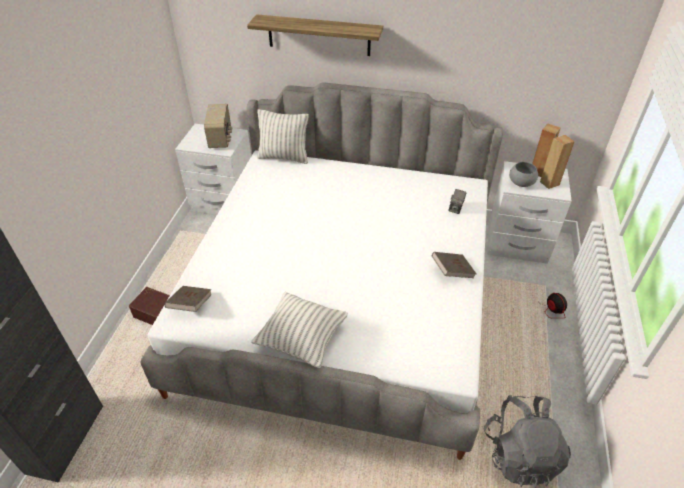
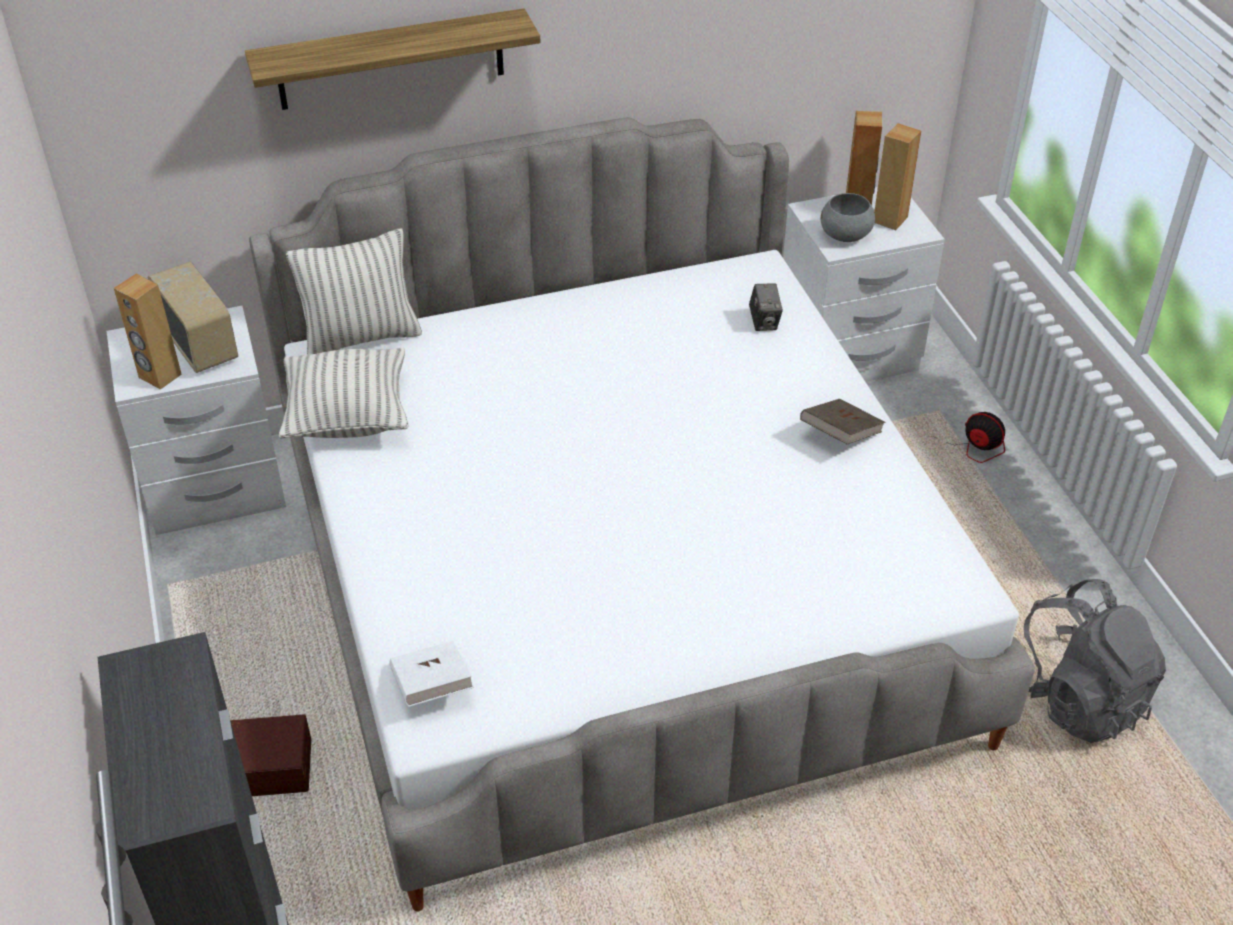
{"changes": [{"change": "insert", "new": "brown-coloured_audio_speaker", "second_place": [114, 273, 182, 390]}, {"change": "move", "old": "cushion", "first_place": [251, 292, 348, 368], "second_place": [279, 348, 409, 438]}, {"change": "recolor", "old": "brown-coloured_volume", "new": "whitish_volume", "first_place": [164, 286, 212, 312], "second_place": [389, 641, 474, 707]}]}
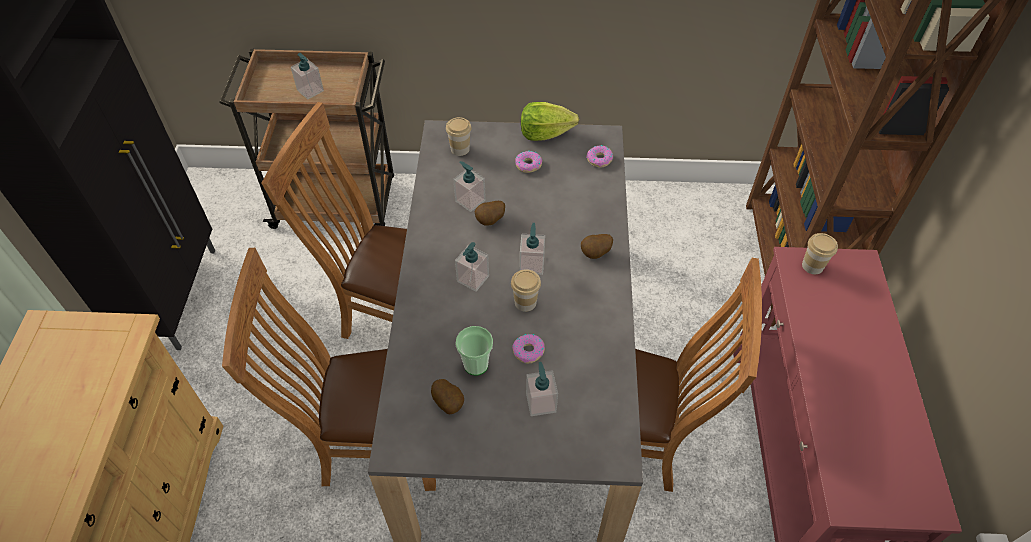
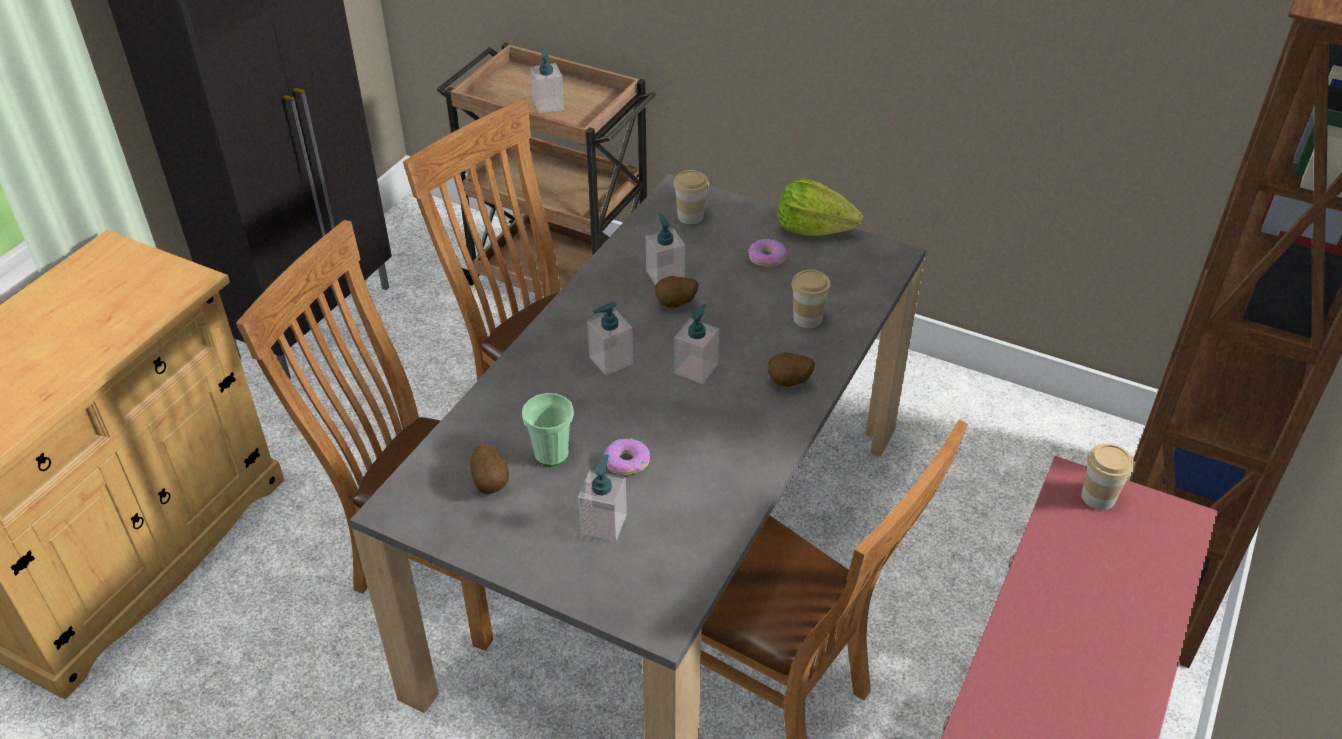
{"changes": [{"change": "move", "old": "cup", "first_place": [511, 269, 541, 312], "second_place": [791, 269, 831, 328]}, {"change": "delete", "old": "doughnut", "first_place": [586, 145, 613, 167]}]}
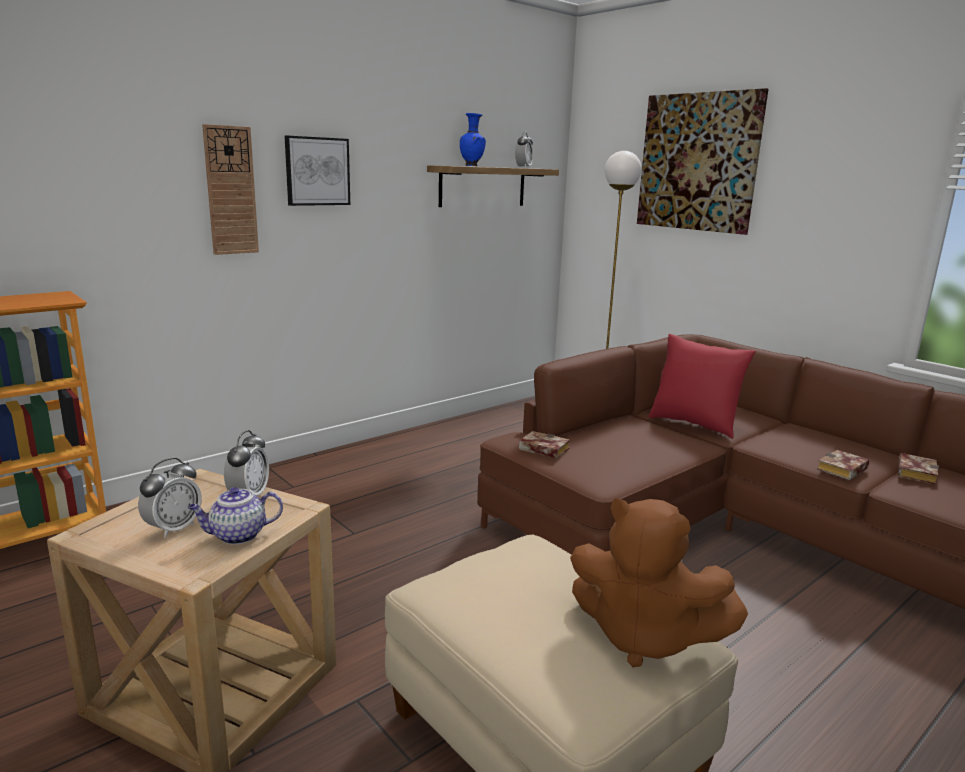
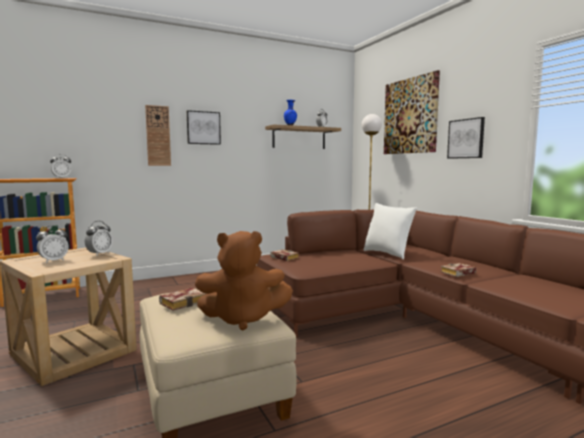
{"changes": [{"change": "insert", "new": "alarm_clock", "second_place": [50, 154, 72, 179]}, {"change": "move", "old": "volume", "first_place": [898, 453, 939, 485], "second_place": [159, 288, 206, 311]}, {"change": "rotate", "old": "brown-coloured_soft_toy", "first_place": [570, 498, 748, 667], "second_place": [195, 231, 293, 330], "degrees": -45}, {"change": "recolor", "old": "red-coloured_cushion", "new": "whitish_cushion", "first_place": [649, 334, 756, 439], "second_place": [363, 203, 417, 260]}, {"change": "insert", "new": "wall_picture", "second_place": [447, 117, 485, 159]}, {"change": "delete", "old": "pot_for_tea", "first_place": [188, 487, 283, 545]}]}
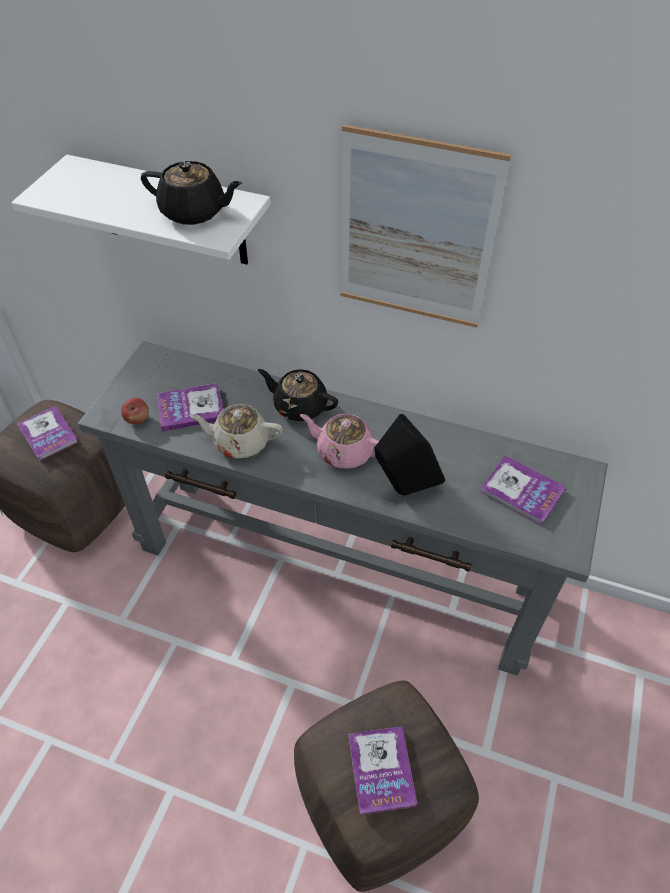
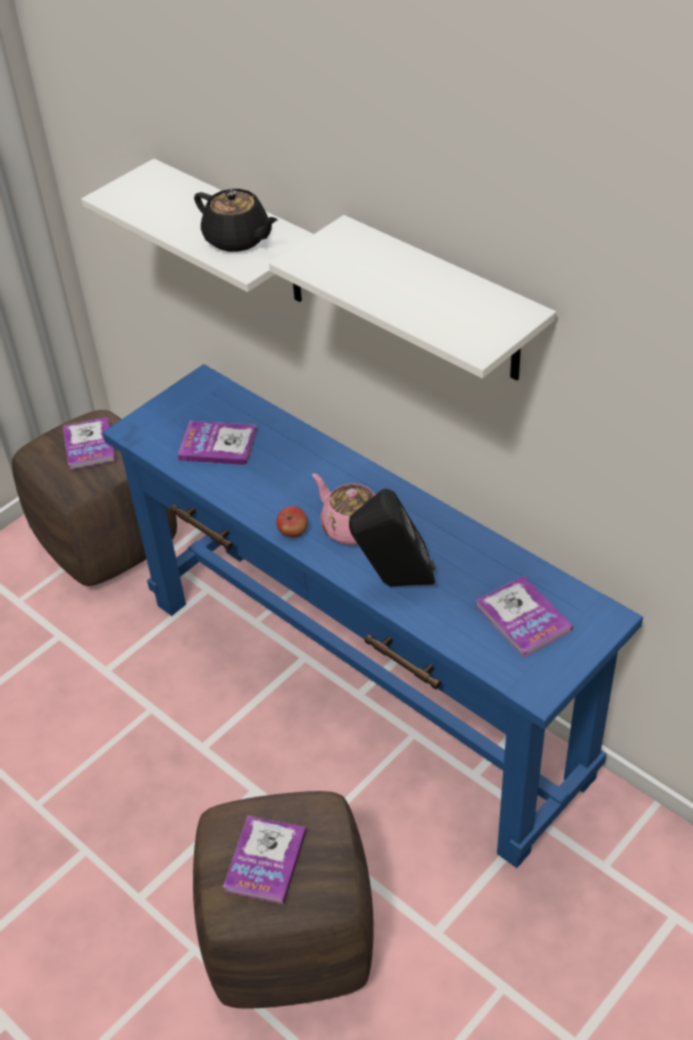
{"changes": [{"change": "recolor", "old": "gray_hall_table", "new": "blue_hall_table", "first_place": [78, 341, 608, 676], "second_place": [103, 364, 643, 868]}, {"change": "replace", "old": "wall_picture", "new": "whitish_bracket_shelf", "first_place": [341, 124, 511, 328], "second_place": [269, 215, 556, 381]}, {"change": "move", "old": "whole_apple", "first_place": [121, 398, 149, 425], "second_place": [276, 506, 308, 538]}, {"change": "delete", "old": "sand-coloured_pot_for_tea", "first_place": [189, 404, 283, 458]}, {"change": "delete", "old": "black_pot_for_tea", "first_place": [258, 369, 338, 421]}]}
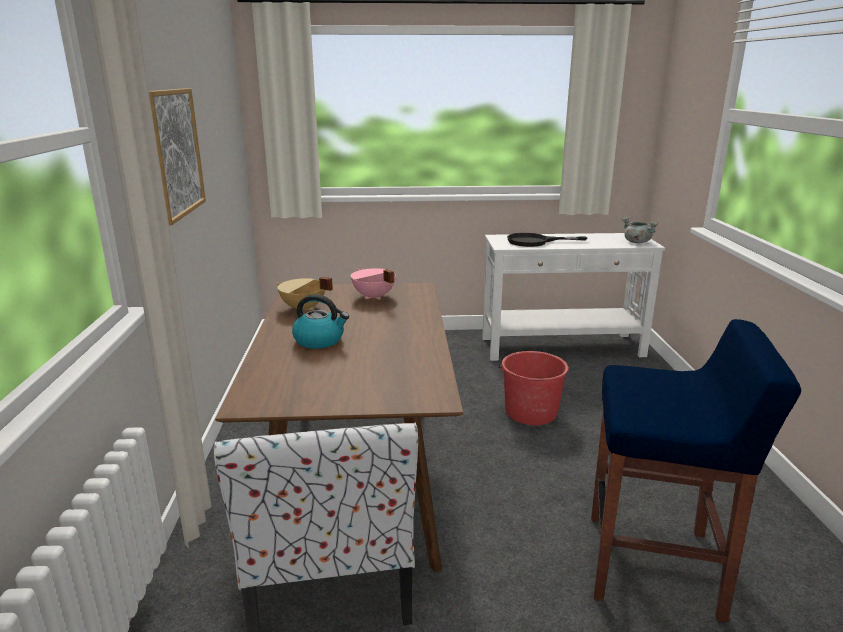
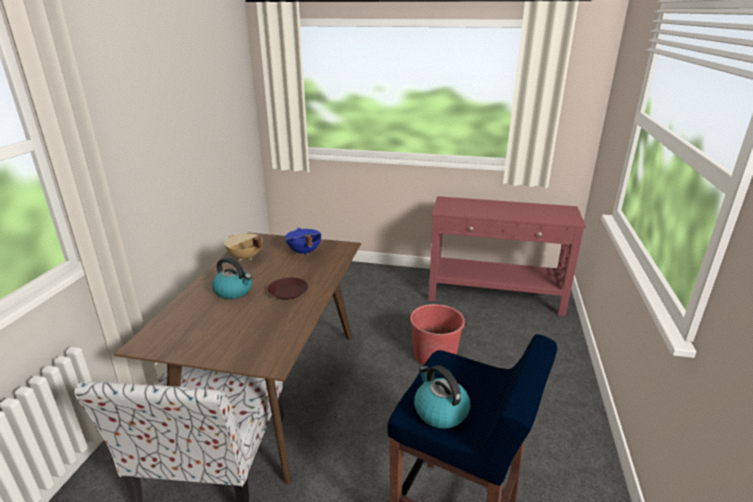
{"changes": [{"change": "insert", "new": "brown-coloured_plate", "second_place": [268, 278, 308, 300]}, {"change": "recolor", "old": "pink-coloured_saucepot", "new": "blue_saucepot", "first_place": [351, 268, 396, 300], "second_place": [285, 228, 321, 256]}, {"change": "insert", "new": "kettle", "second_place": [414, 365, 471, 429]}, {"change": "recolor", "old": "whitish_hall_table", "new": "red-coloured_hall_table", "first_place": [482, 233, 665, 361], "second_place": [428, 196, 586, 316]}, {"change": "delete", "old": "wall_picture", "first_place": [149, 88, 206, 226]}, {"change": "delete", "old": "black_pan", "first_place": [507, 233, 587, 247]}, {"change": "delete", "old": "gray_saucepot", "first_place": [622, 217, 658, 243]}]}
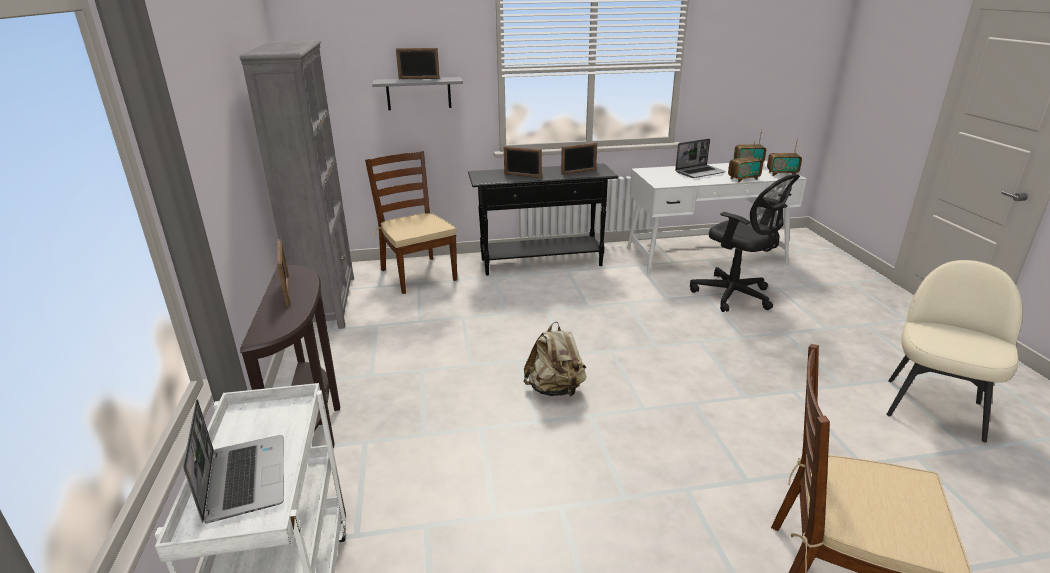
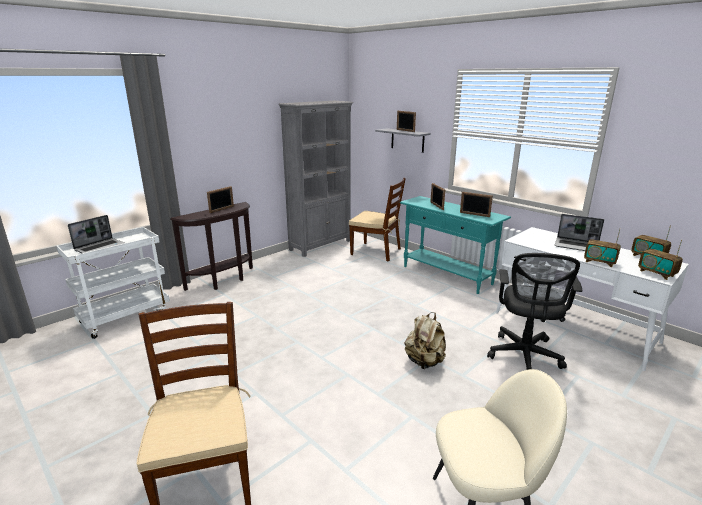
{"changes": [{"change": "rotate", "old": "brown-coloured_chair", "first_place": [365, 151, 457, 294], "second_place": [349, 177, 406, 261], "degrees": 90}, {"change": "recolor", "old": "black_hall_table", "new": "blue-green_hall_table", "first_place": [468, 163, 618, 276], "second_place": [400, 196, 511, 294]}, {"change": "move", "old": "sand-coloured_rucksack", "first_place": [524, 322, 587, 396], "second_place": [405, 312, 446, 369]}]}
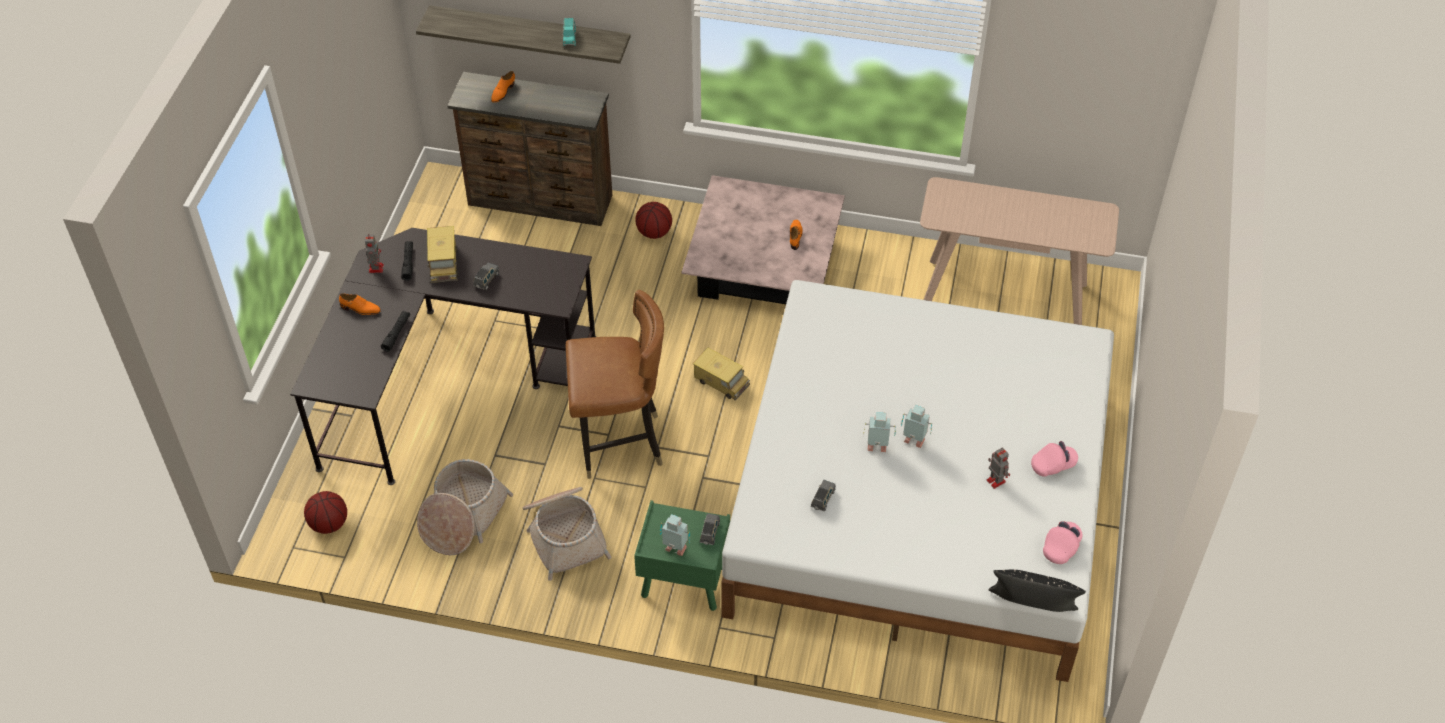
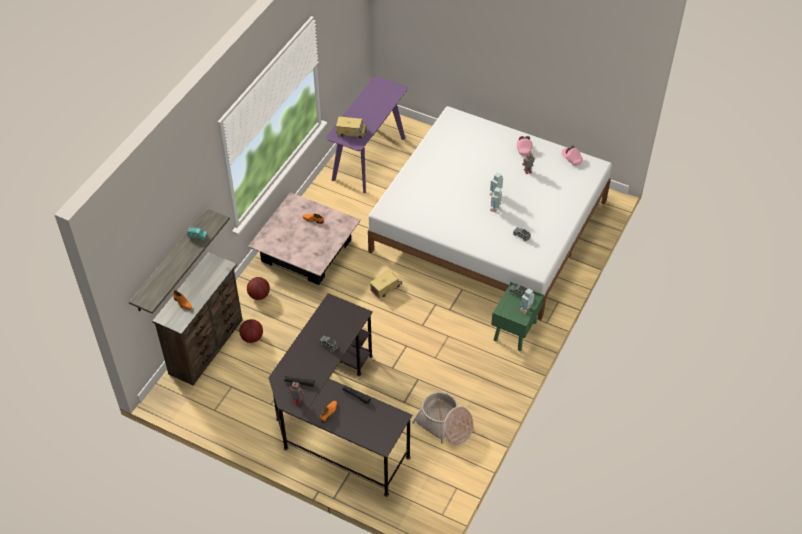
{"changes": [{"change": "move", "old": "basketball_ball", "first_place": [304, 491, 347, 534], "second_place": [239, 319, 263, 343]}, {"change": "recolor", "old": "sand-coloured_hall_table", "new": "purple_hall_table", "first_place": [920, 177, 1119, 325], "second_place": [326, 76, 408, 193]}, {"change": "move", "old": "toy_lorry", "first_place": [427, 226, 458, 283], "second_place": [336, 116, 367, 138]}, {"change": "delete", "old": "basket", "first_place": [522, 487, 612, 581]}, {"change": "delete", "old": "brown-coloured_chair", "first_place": [566, 290, 664, 479]}, {"change": "delete", "old": "black_cushion", "first_place": [988, 569, 1086, 612]}]}
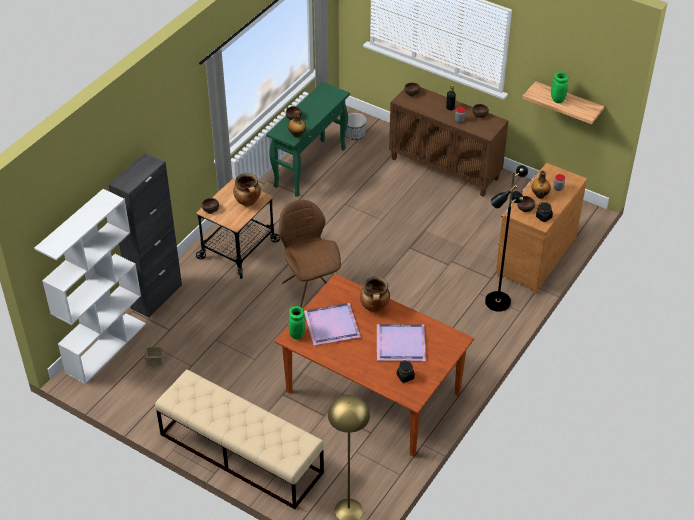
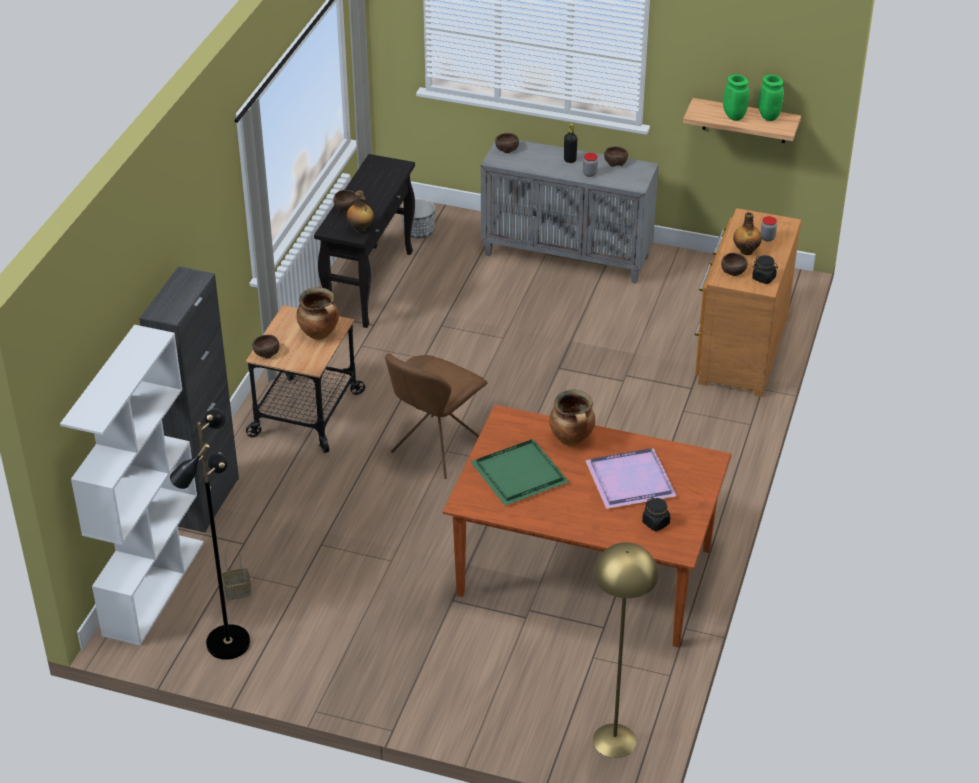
{"changes": [{"change": "move", "old": "black_standard_lamp", "first_place": [485, 165, 528, 312], "second_place": [170, 409, 250, 660]}, {"change": "recolor", "old": "green-coloured_hall_table", "new": "black_hall_table", "first_place": [266, 82, 350, 197], "second_place": [314, 154, 415, 328]}, {"change": "rotate", "old": "brown-coloured_chair", "first_place": [279, 200, 341, 308], "second_place": [385, 353, 487, 479], "degrees": -105}, {"change": "recolor", "old": "purple_carrying_tray", "new": "green-coloured_carrying_tray", "first_place": [304, 303, 361, 345], "second_place": [471, 439, 569, 506]}, {"change": "recolor", "old": "brown-coloured_cabinet", "new": "gray_cabinet", "first_place": [389, 87, 508, 197], "second_place": [481, 140, 659, 284]}, {"change": "move", "old": "green-coloured_flower_vase", "first_place": [289, 306, 305, 339], "second_place": [758, 75, 784, 121]}, {"change": "delete", "old": "sand-coloured_long_seat", "first_place": [155, 370, 324, 509]}]}
